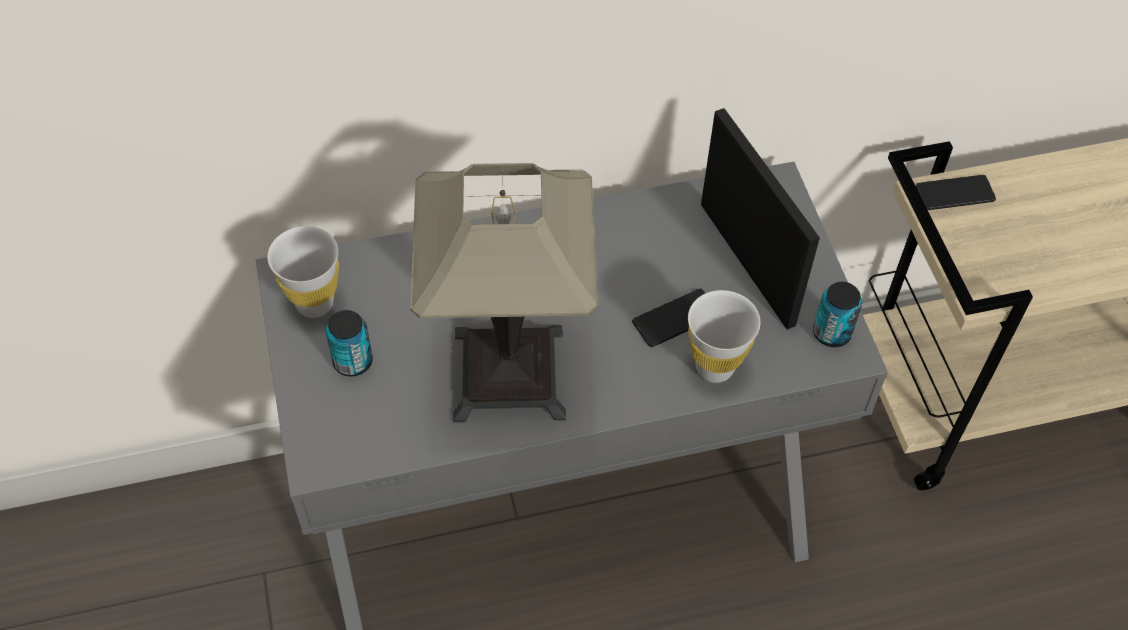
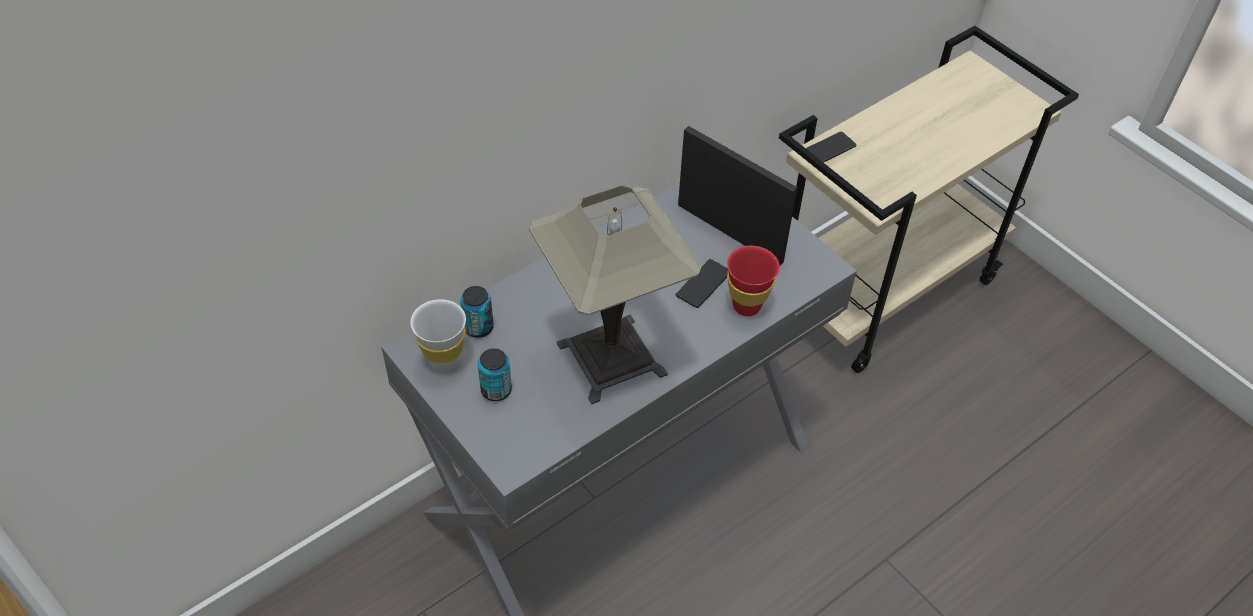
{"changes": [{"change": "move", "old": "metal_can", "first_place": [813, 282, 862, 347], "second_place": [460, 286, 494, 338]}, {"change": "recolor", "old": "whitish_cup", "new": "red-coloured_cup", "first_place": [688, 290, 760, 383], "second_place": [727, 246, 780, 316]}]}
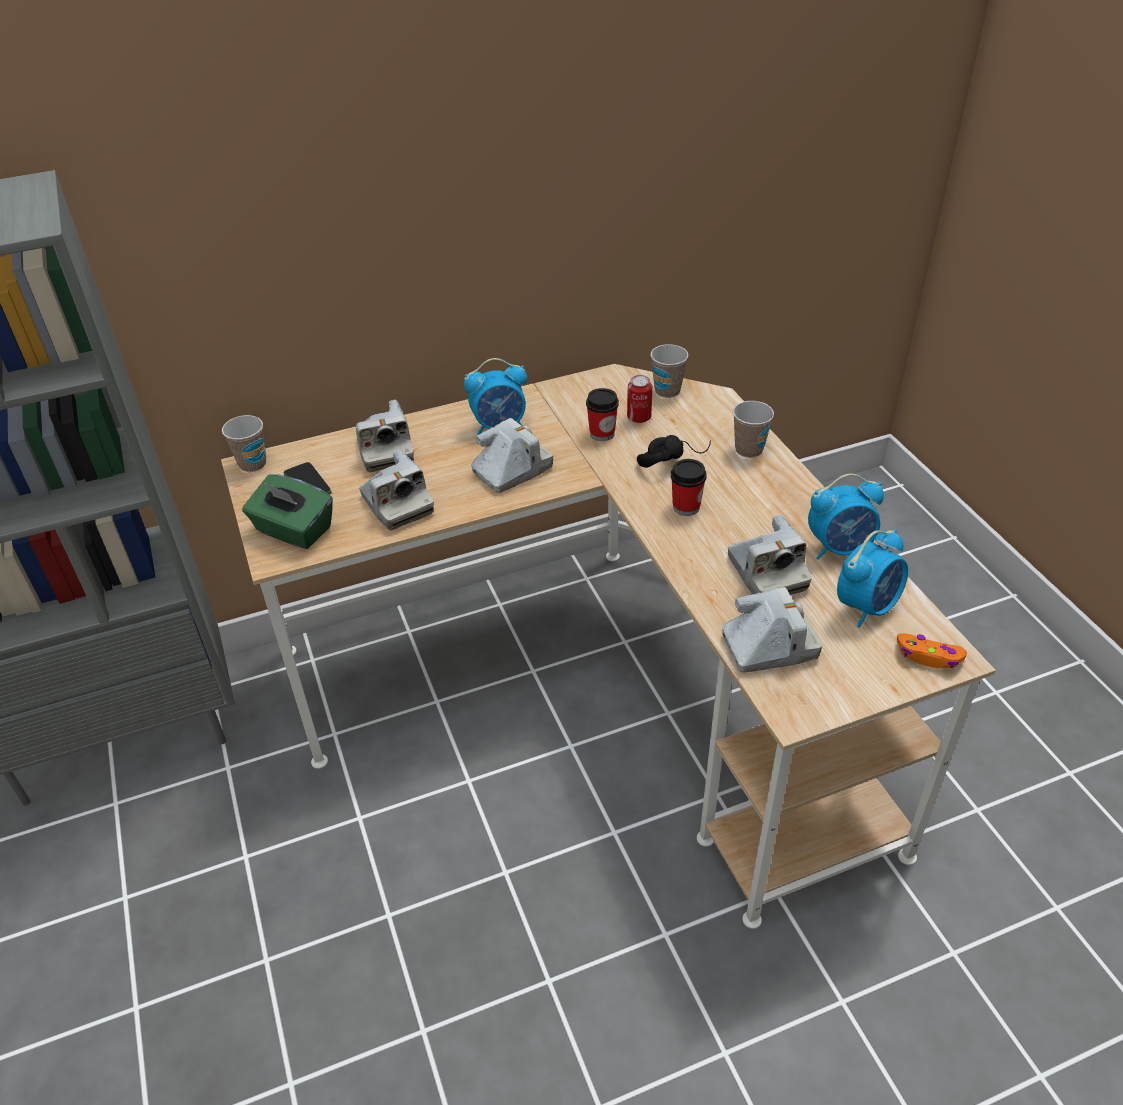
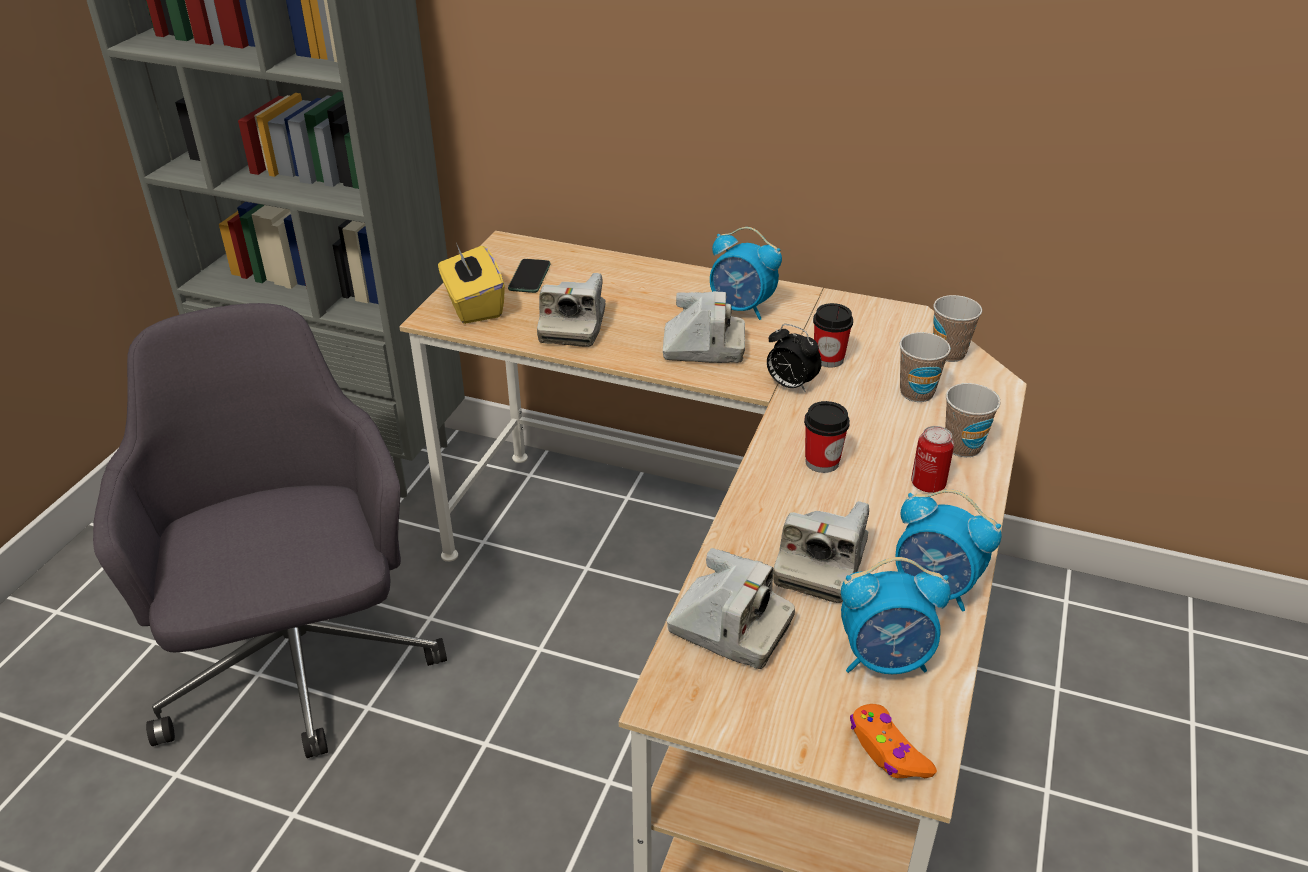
{"changes": [{"change": "insert", "new": "gray_desk_chair", "second_place": [93, 303, 447, 758]}, {"change": "recolor", "old": "green-coloured_box_of_tissues", "new": "yellowish_box_of_tissues", "first_place": [242, 474, 333, 549], "second_place": [438, 243, 505, 324]}, {"change": "insert", "new": "alarm_clock", "second_place": [767, 324, 822, 393]}, {"change": "move", "old": "cup", "first_place": [222, 415, 266, 472], "second_place": [900, 332, 951, 402]}, {"change": "move", "old": "metal_can", "first_place": [627, 375, 652, 423], "second_place": [911, 426, 954, 493]}, {"change": "delete", "old": "still_camera", "first_place": [356, 400, 414, 472]}, {"change": "delete", "old": "black_headphones", "first_place": [637, 435, 711, 468]}]}
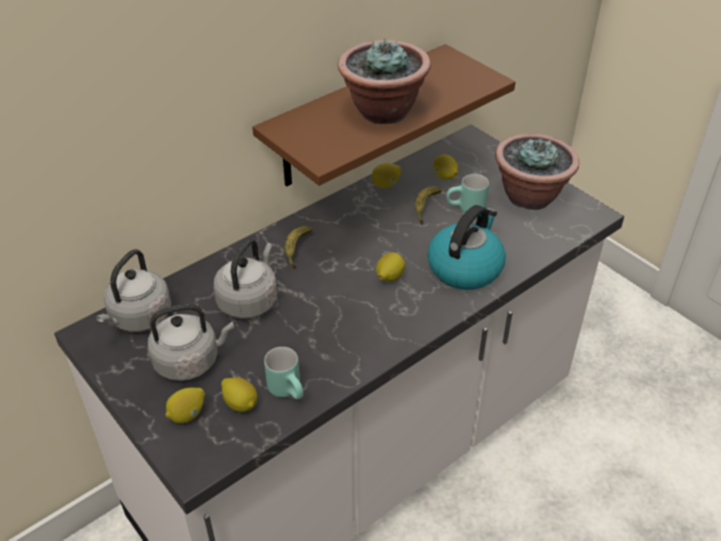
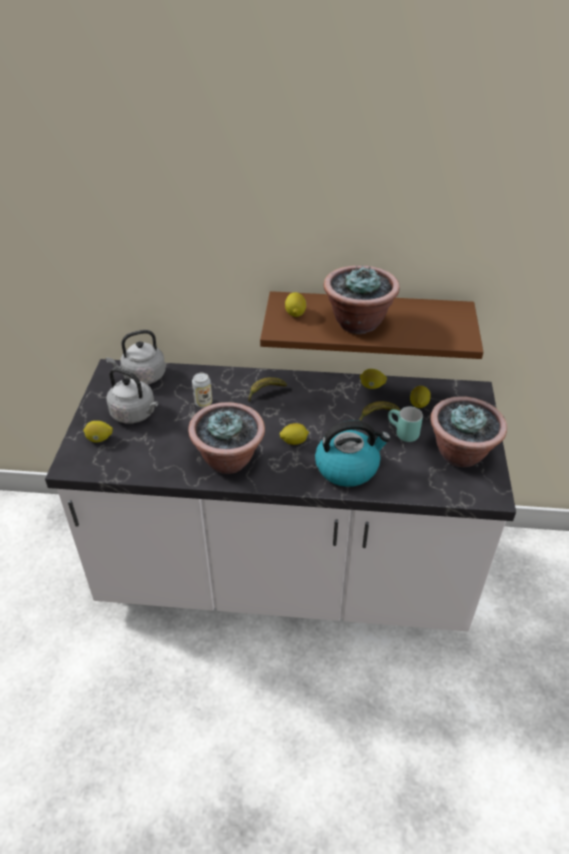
{"changes": [{"change": "insert", "new": "potted_plant", "second_place": [188, 402, 265, 474]}, {"change": "replace", "old": "gray_kettle", "new": "metal_can", "first_place": [213, 239, 277, 319], "second_place": [192, 373, 212, 408]}, {"change": "move", "old": "whole_lemon", "first_place": [221, 377, 257, 412], "second_place": [285, 292, 306, 317]}, {"change": "delete", "old": "blue-green_mug", "first_place": [264, 347, 303, 400]}]}
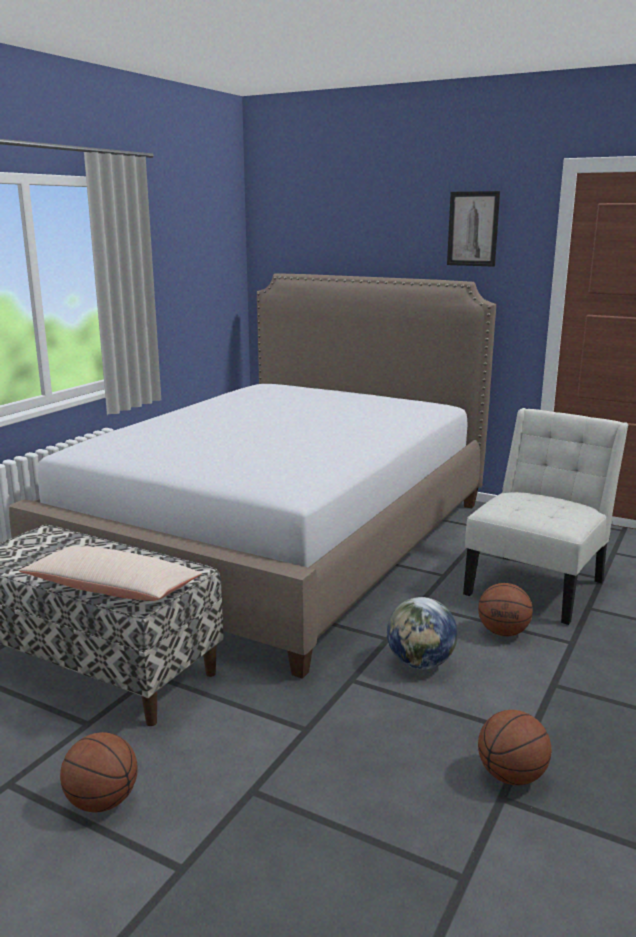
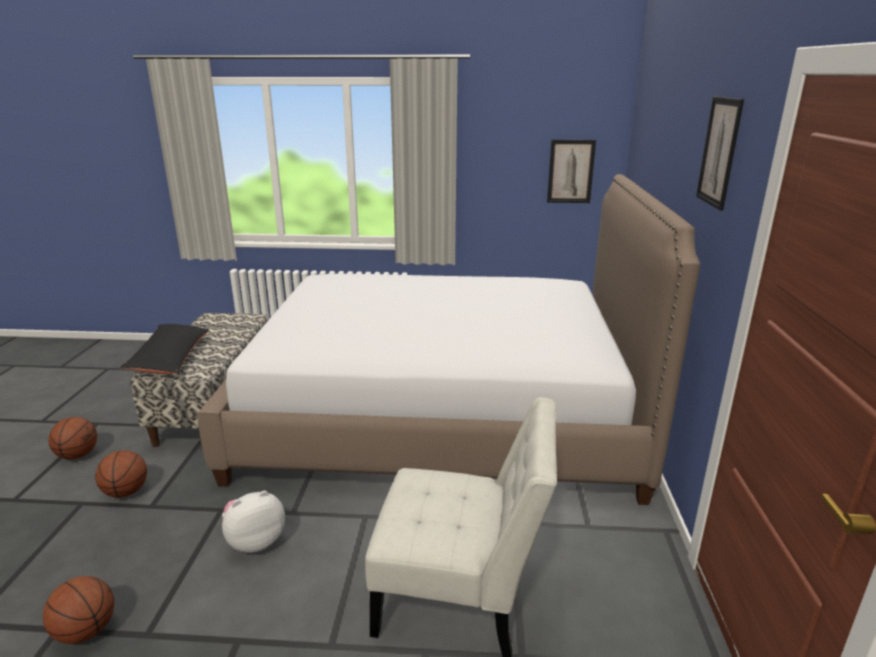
{"changes": [{"change": "move", "old": "basketball_ball", "first_place": [478, 583, 533, 636], "second_place": [95, 450, 147, 498]}, {"change": "recolor", "old": "sand-coloured_cushion", "new": "black_cushion", "first_place": [19, 546, 202, 601], "second_place": [120, 324, 209, 374]}, {"change": "replace", "old": "desk_globe", "new": "soft_toy", "first_place": [387, 597, 458, 669], "second_place": [222, 491, 285, 553]}, {"change": "insert", "new": "wall_picture", "second_place": [547, 140, 596, 203]}]}
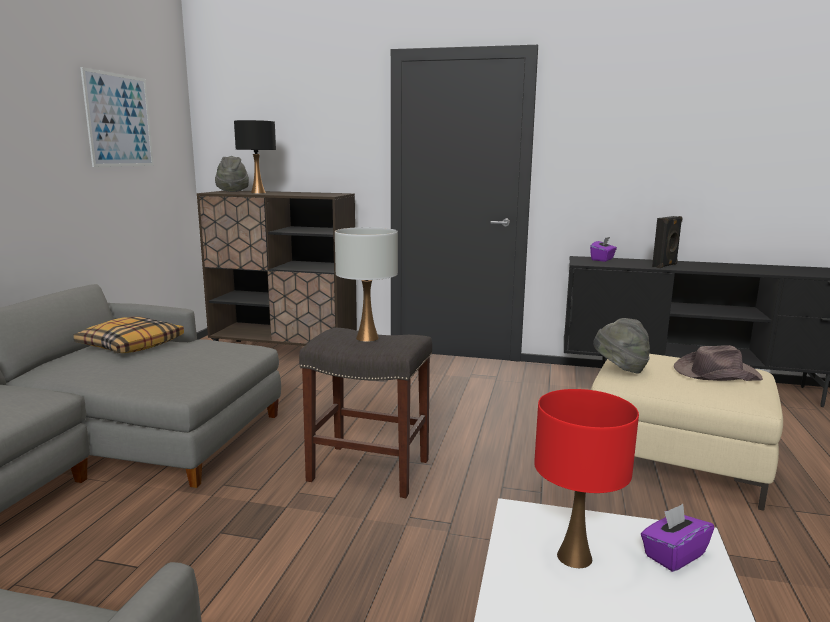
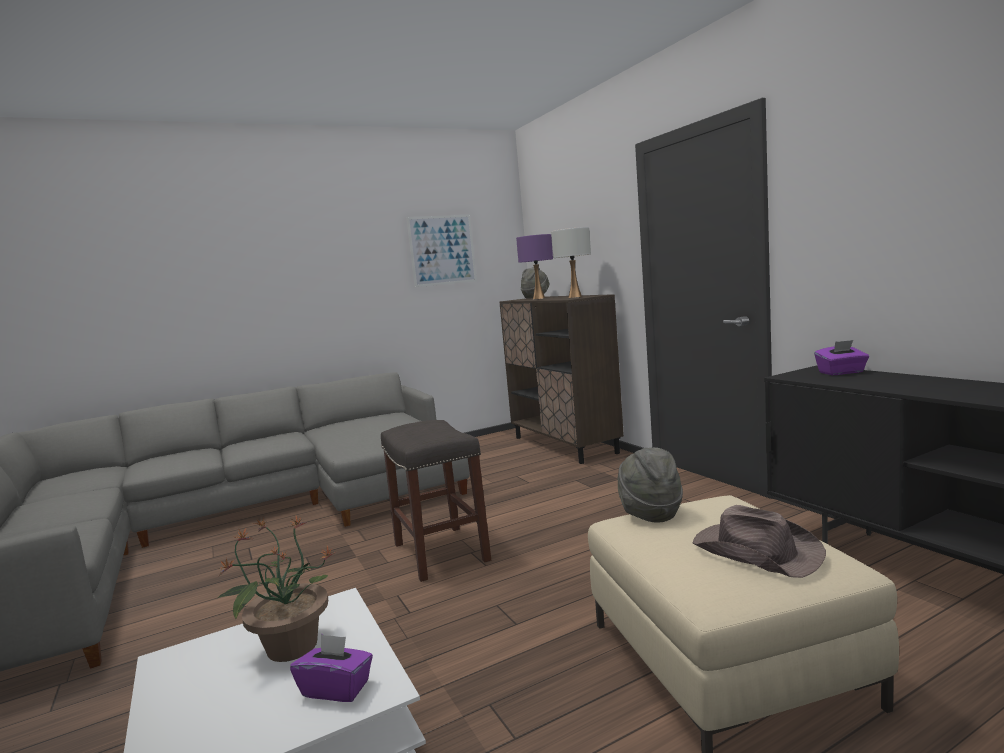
{"changes": [{"change": "replace", "old": "red-coloured_lamp_for_a_table", "new": "potted_plant", "first_place": [534, 389, 639, 568], "second_place": [218, 516, 337, 662]}, {"change": "recolor", "old": "black_lamp_for_a_table", "new": "purple_lamp_for_a_table", "first_place": [234, 120, 276, 194], "second_place": [516, 234, 553, 299]}, {"change": "move", "old": "whitish_lamp_for_a_table", "first_place": [335, 227, 398, 342], "second_place": [551, 227, 591, 298]}, {"change": "delete", "old": "cushion", "first_place": [74, 317, 184, 353]}, {"change": "delete", "old": "black_audio_speaker", "first_place": [652, 216, 683, 268]}]}
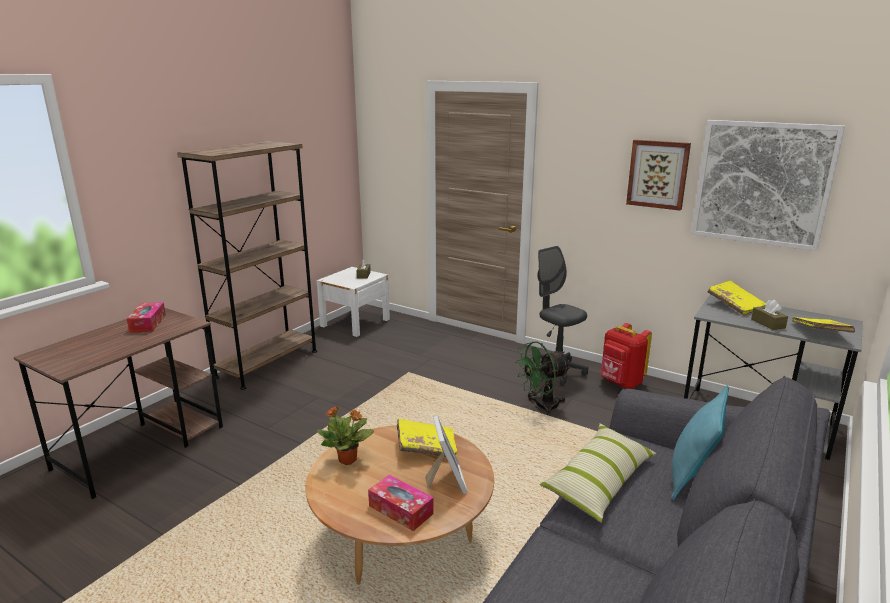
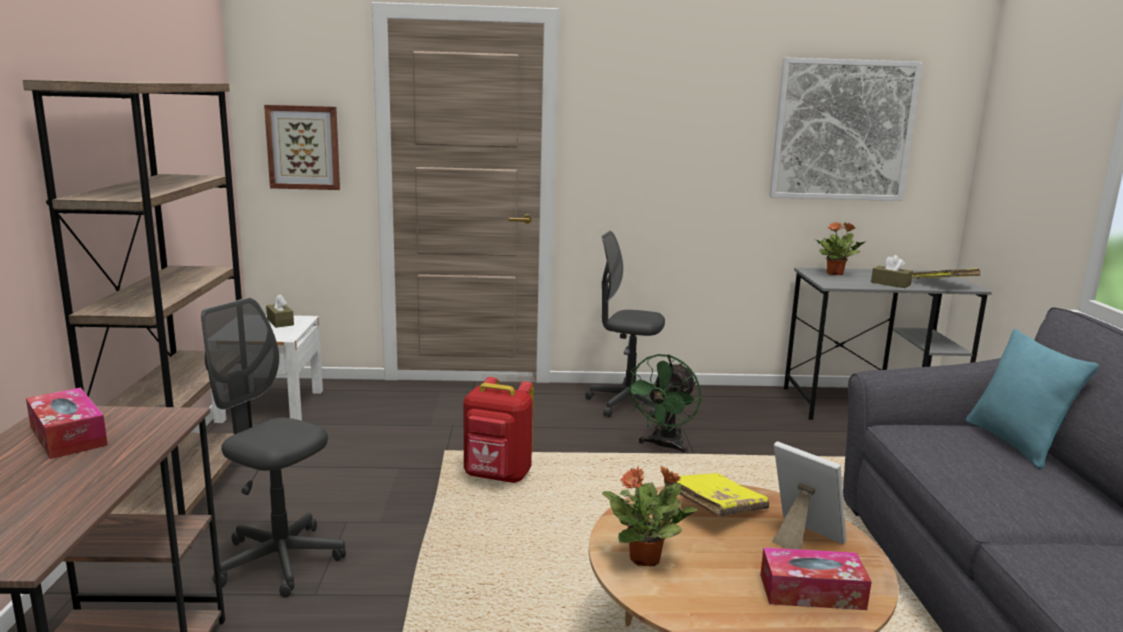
{"changes": [{"change": "insert", "new": "gray_desk_chair", "second_place": [201, 298, 346, 598]}, {"change": "move", "old": "wall_picture", "first_place": [626, 140, 691, 211], "second_place": [264, 105, 340, 190]}, {"change": "move", "old": "red-coloured_rucksack", "first_place": [600, 323, 652, 389], "second_place": [463, 377, 534, 483]}, {"change": "replace", "old": "yellowish_volume", "new": "potted_plant", "first_place": [708, 280, 766, 316], "second_place": [815, 222, 866, 275]}, {"change": "delete", "old": "cushion", "first_place": [540, 423, 656, 523]}]}
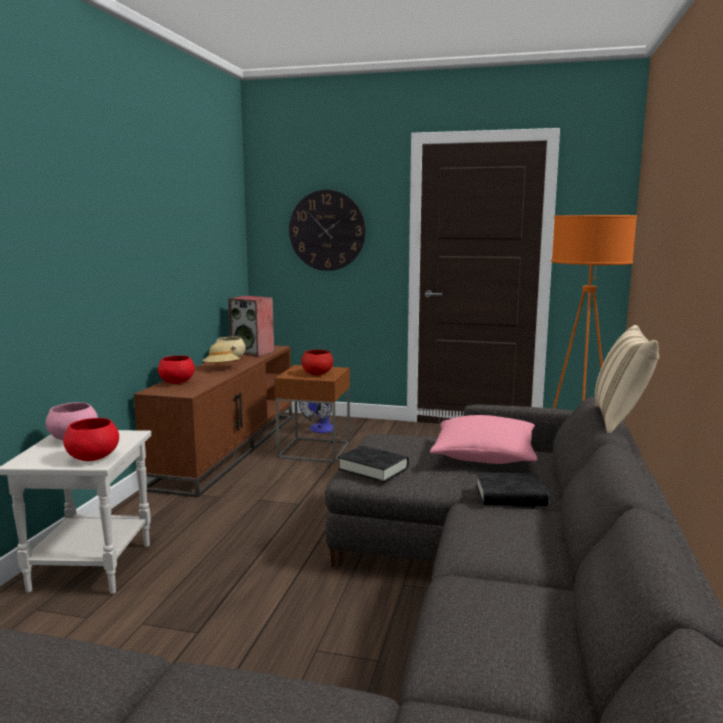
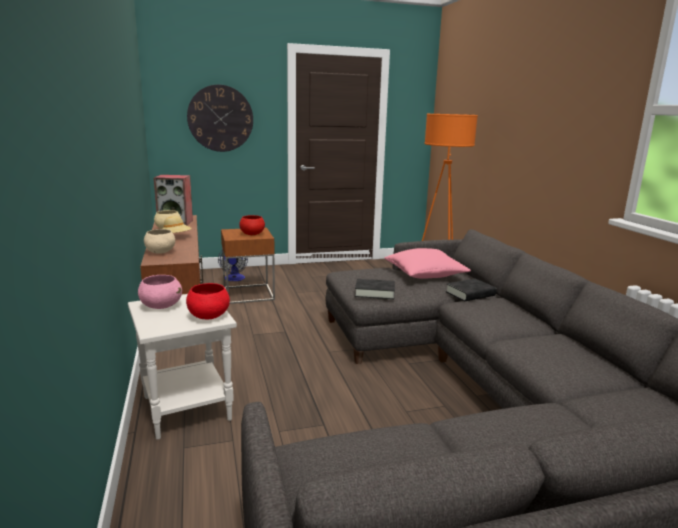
{"changes": [{"change": "recolor", "old": "red-coloured_deep_dish", "new": "sand-coloured_deep_dish", "first_place": [158, 356, 195, 384], "second_place": [144, 229, 175, 254]}, {"change": "delete", "old": "sand-coloured_cushion", "first_place": [595, 325, 659, 434]}]}
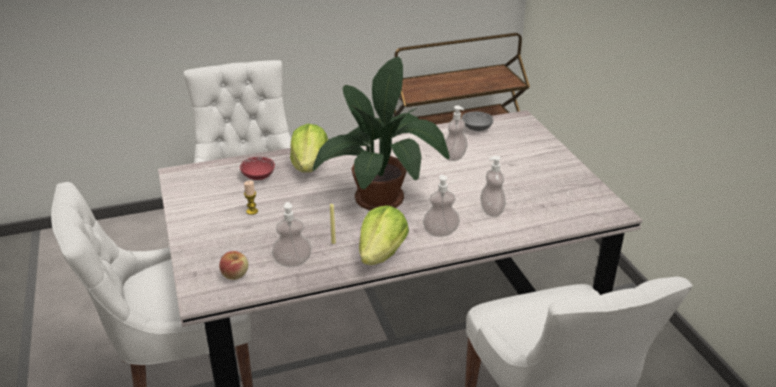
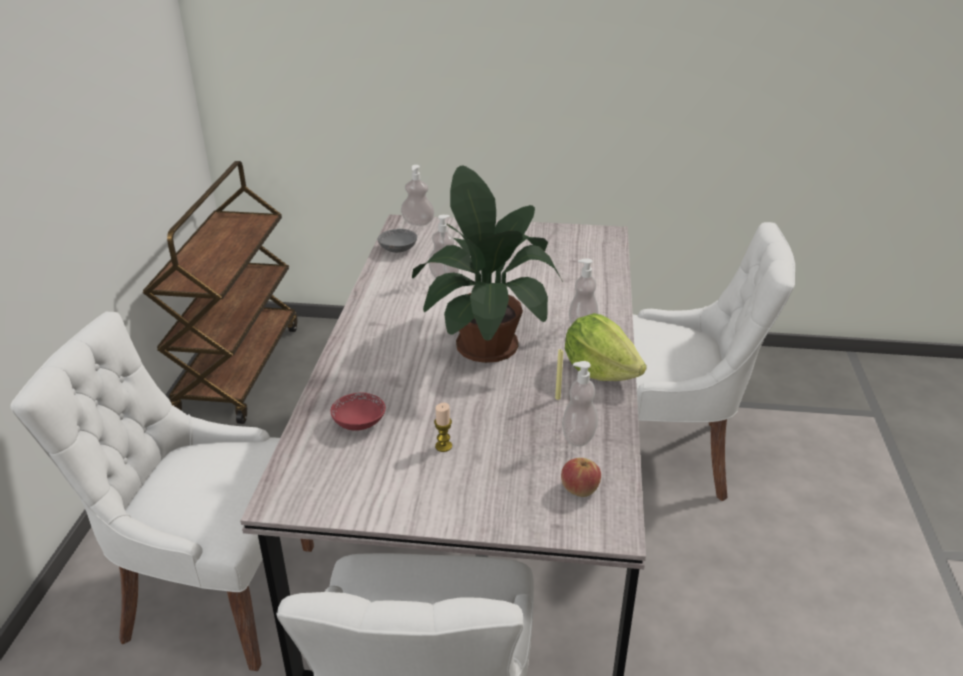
{"changes": [{"change": "move", "old": "liquid_soap_bottle", "first_place": [480, 156, 506, 217], "second_place": [401, 165, 435, 226]}, {"change": "delete", "old": "lettuce_head", "first_place": [290, 124, 328, 173]}]}
